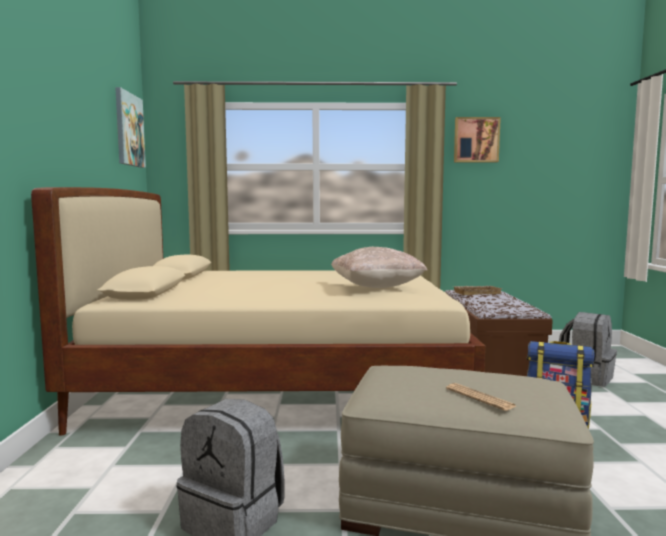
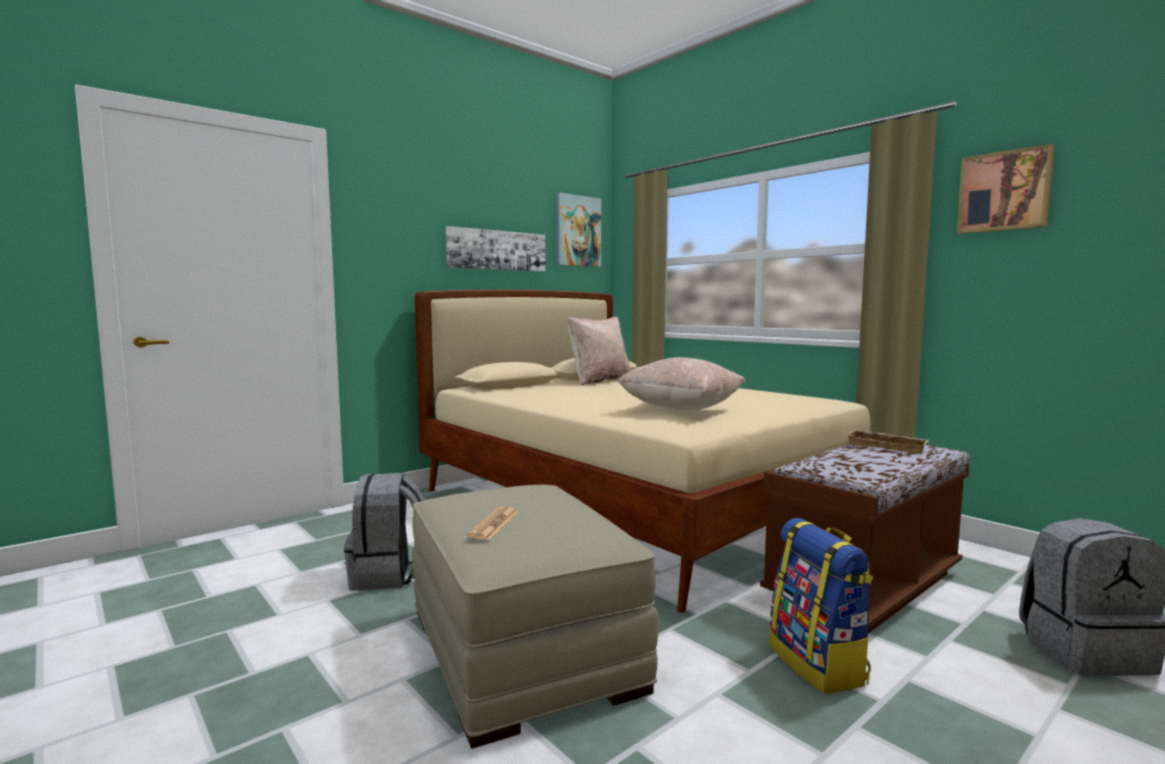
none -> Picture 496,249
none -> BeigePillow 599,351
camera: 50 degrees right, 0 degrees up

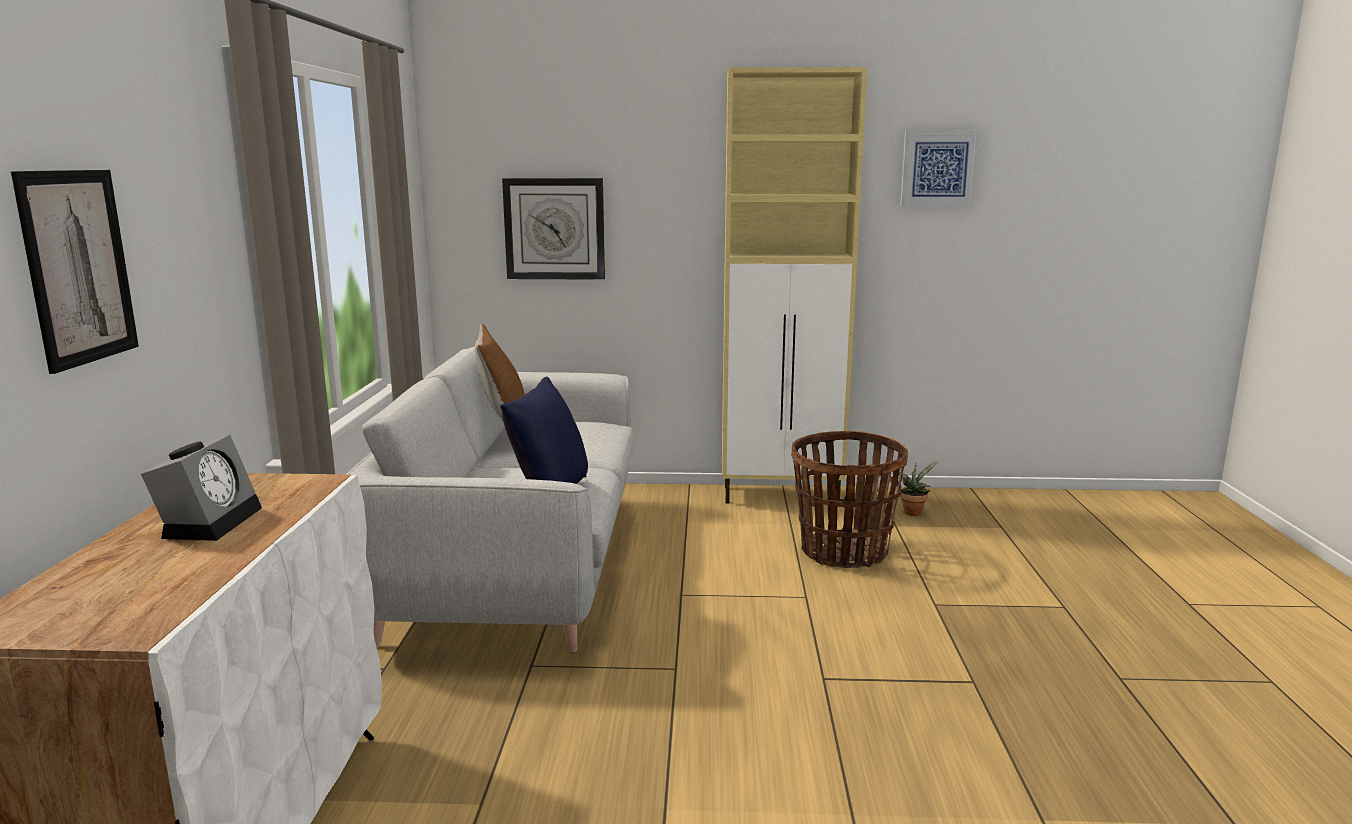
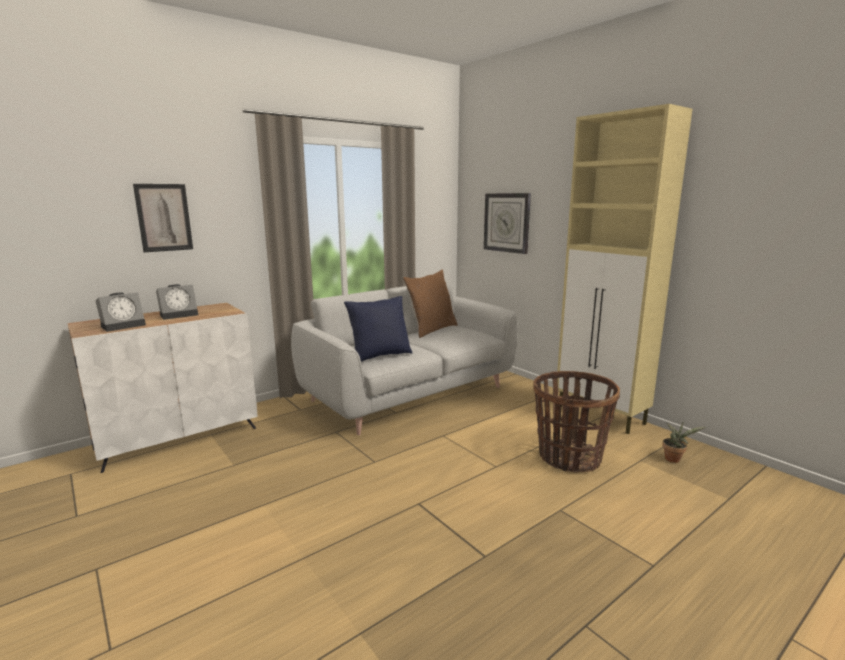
Picture 940,168 -> none
none -> AlarmClock 120,312
camera: 50 degrees right, 0 degrees up

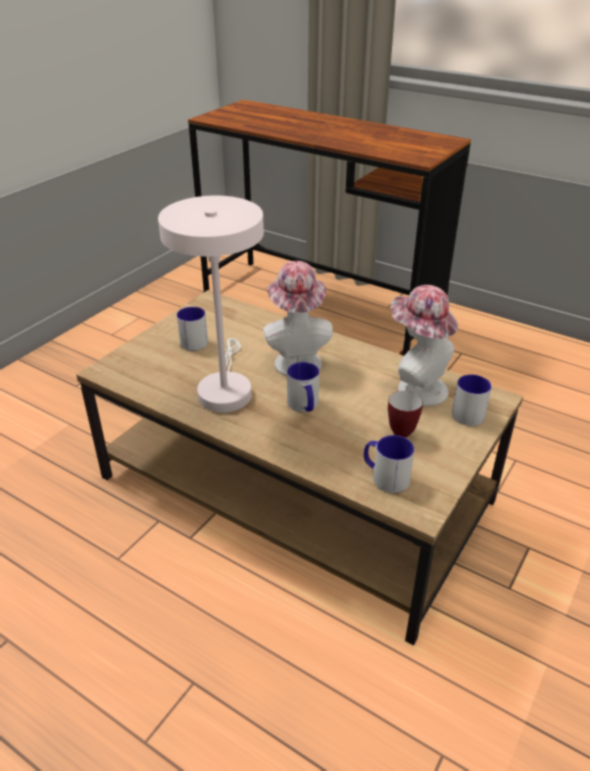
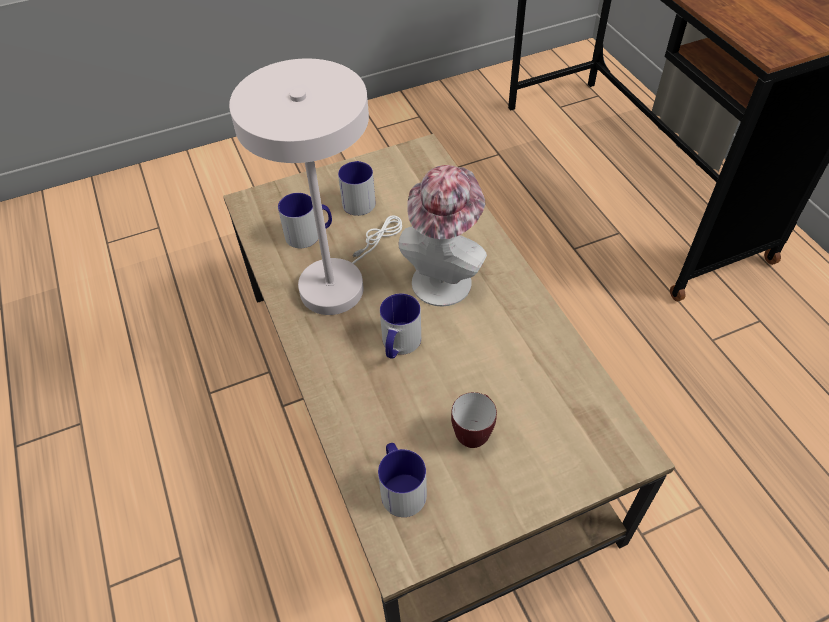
Hat 424,345 -> none
Mug 471,400 -> Mug 305,220, relocated
camera: 35 degrees right, 15 degrees up

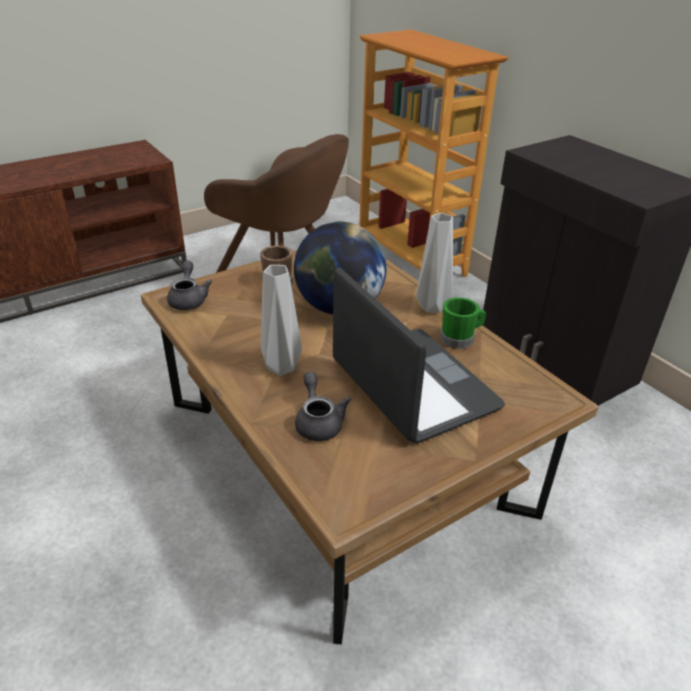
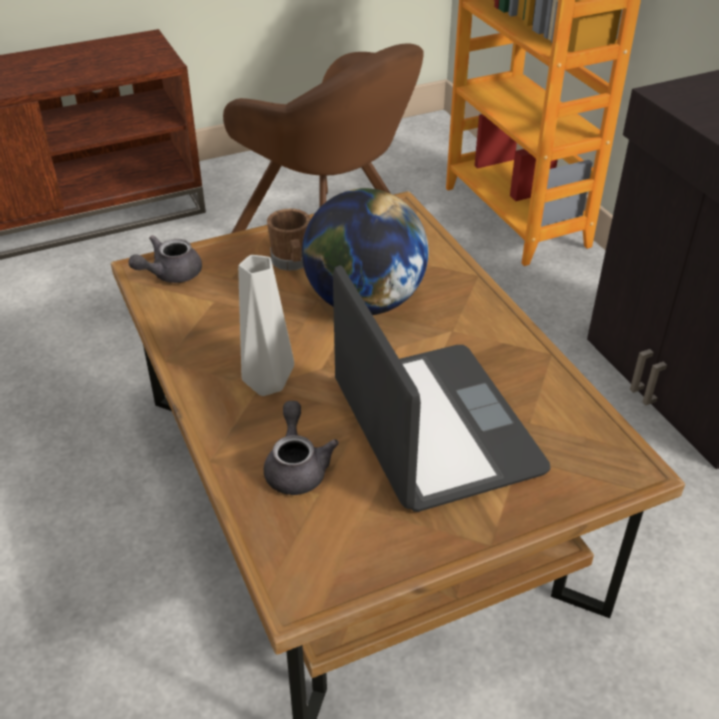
GreyVase 434,263 -> none
GreyTeapot 189,285 -> GreyTeapot 165,259, 135 degrees counterclockwise
GreenMug 463,323 -> none
camera: 10 degrees right, 5 degrees up

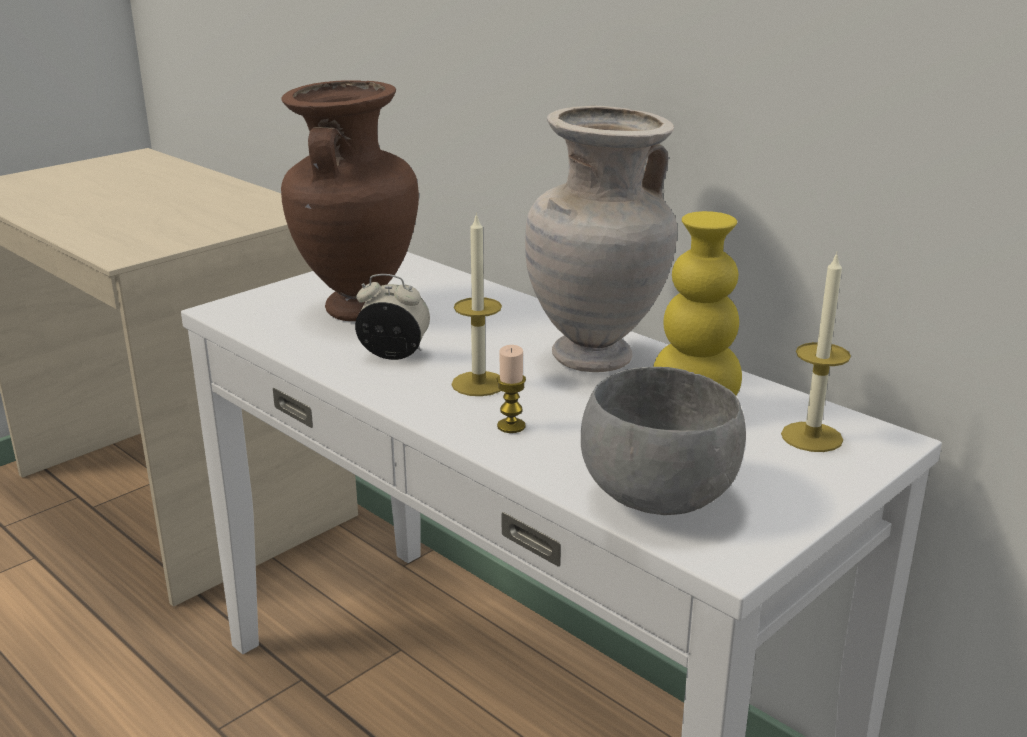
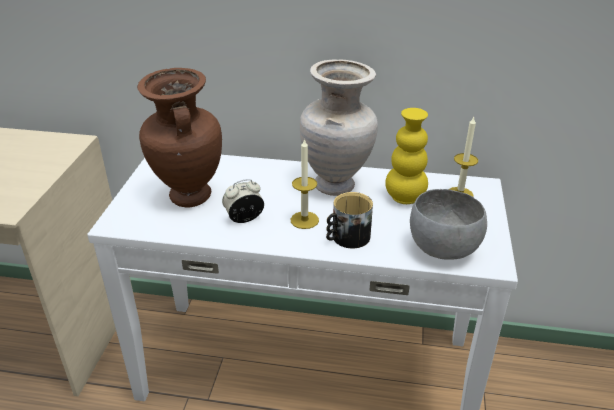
Candle 511,389 -> Mug 349,220
camera: 35 degrees left, 10 degrees up

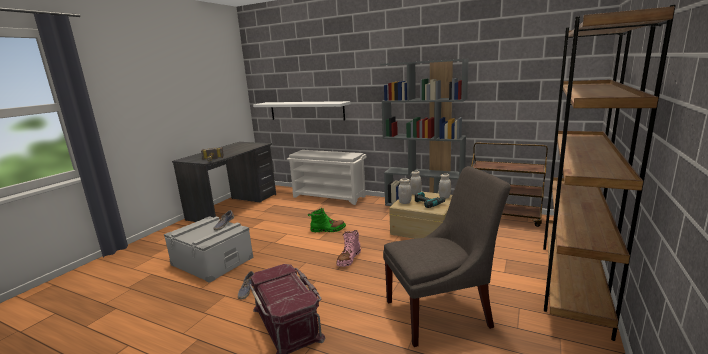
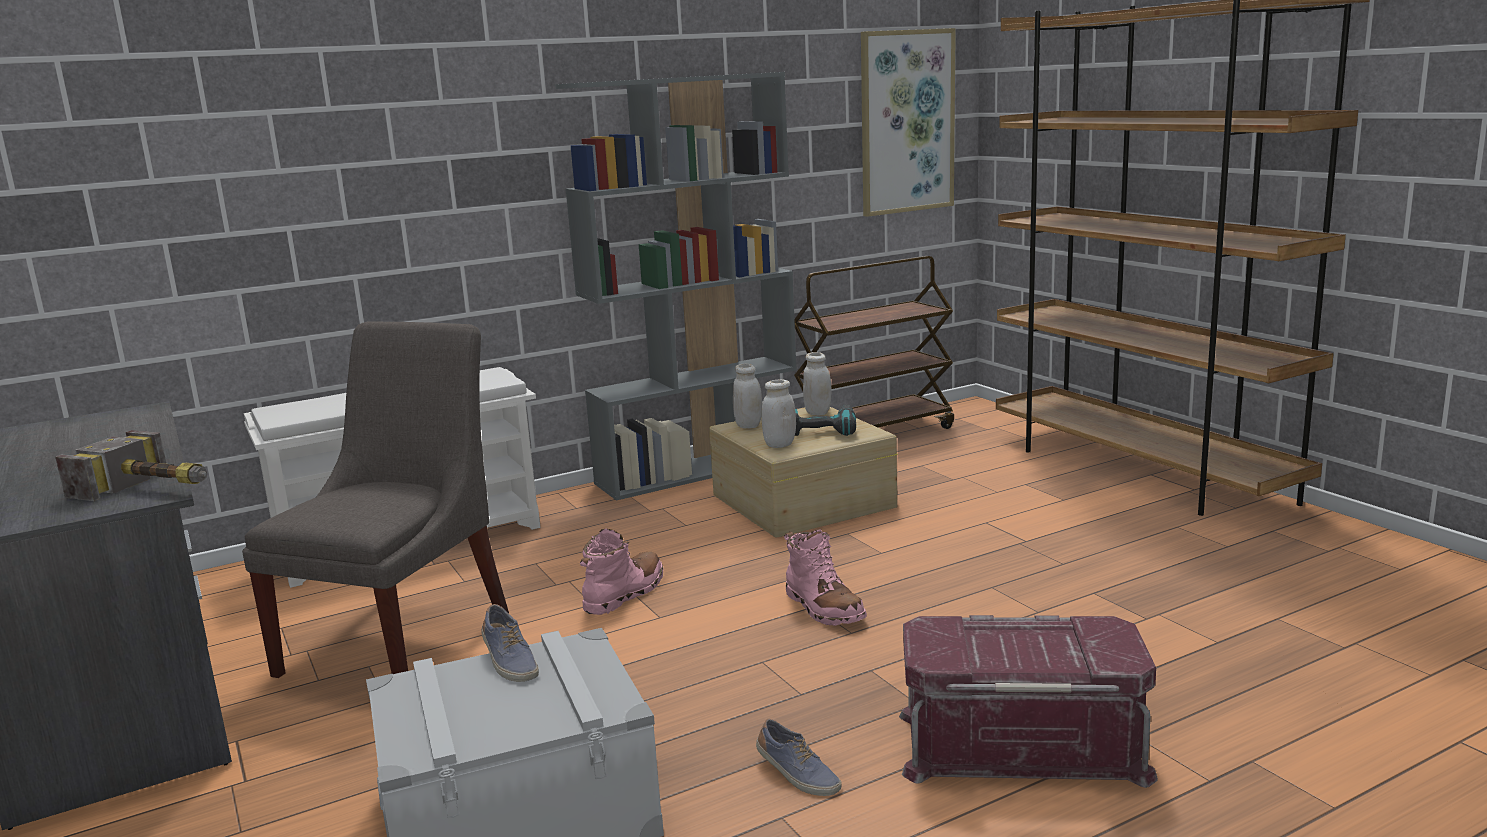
WhiteShelf 302,111 -> none
GreyChair 447,256 -> GreyChair 375,499, relocated
GreenBoot 327,219 -> PinkBoot 621,572
none -> Picture 908,122
camera: 55 degrees left, 0 degrees up

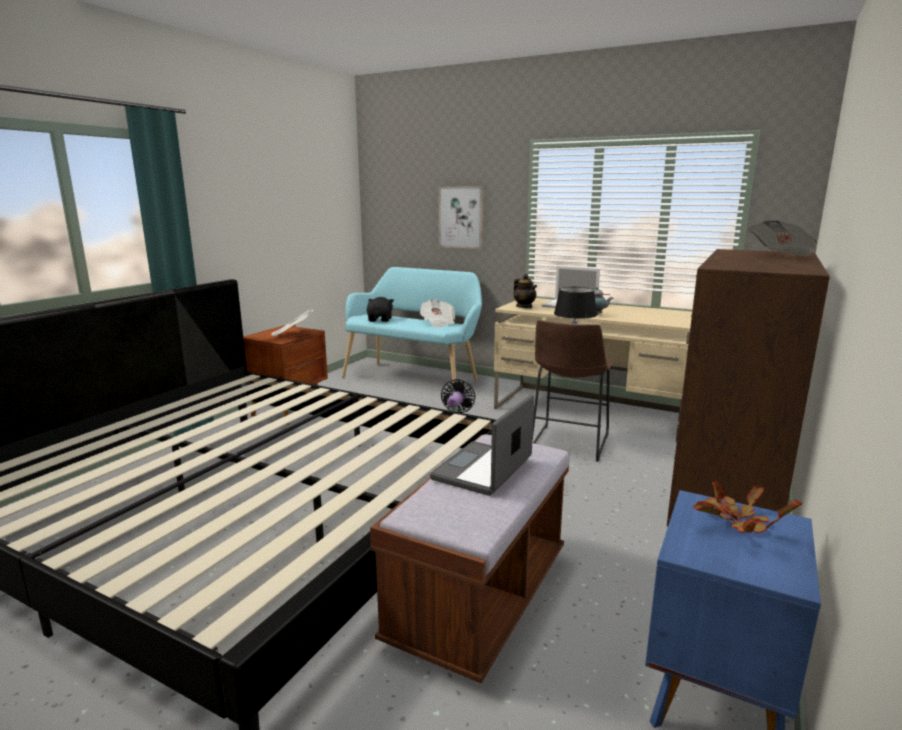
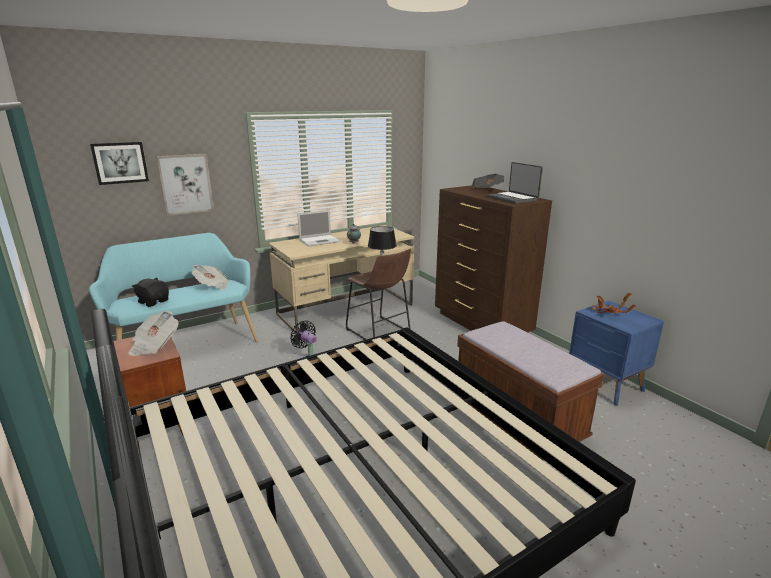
Teapot 525,291 -> none
Laptop 482,445 -> Laptop 515,183, relocated
none -> Picture 119,163
camera: 60 degrees left, 5 degrees up

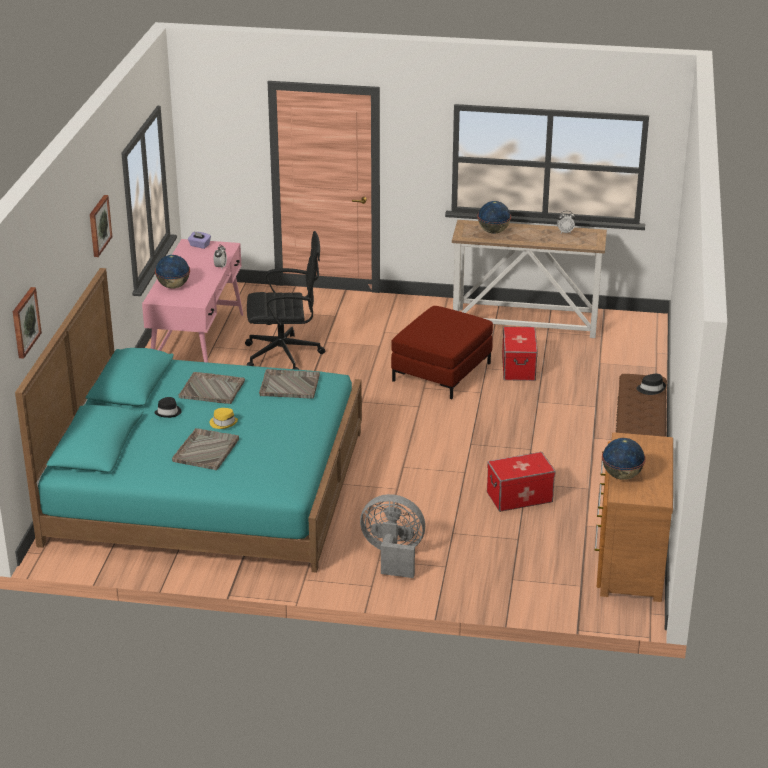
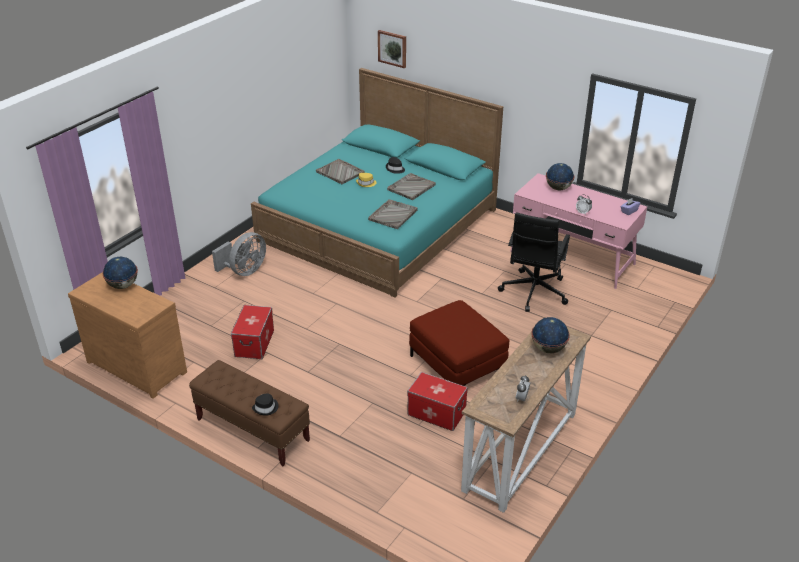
Picture 101,226 -> none
camera: 115 degrees right, 5 degrees up

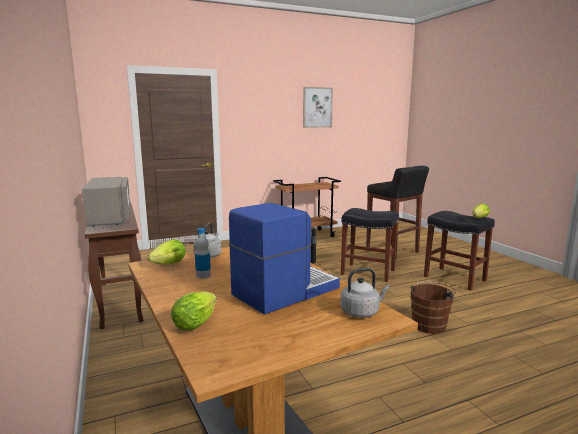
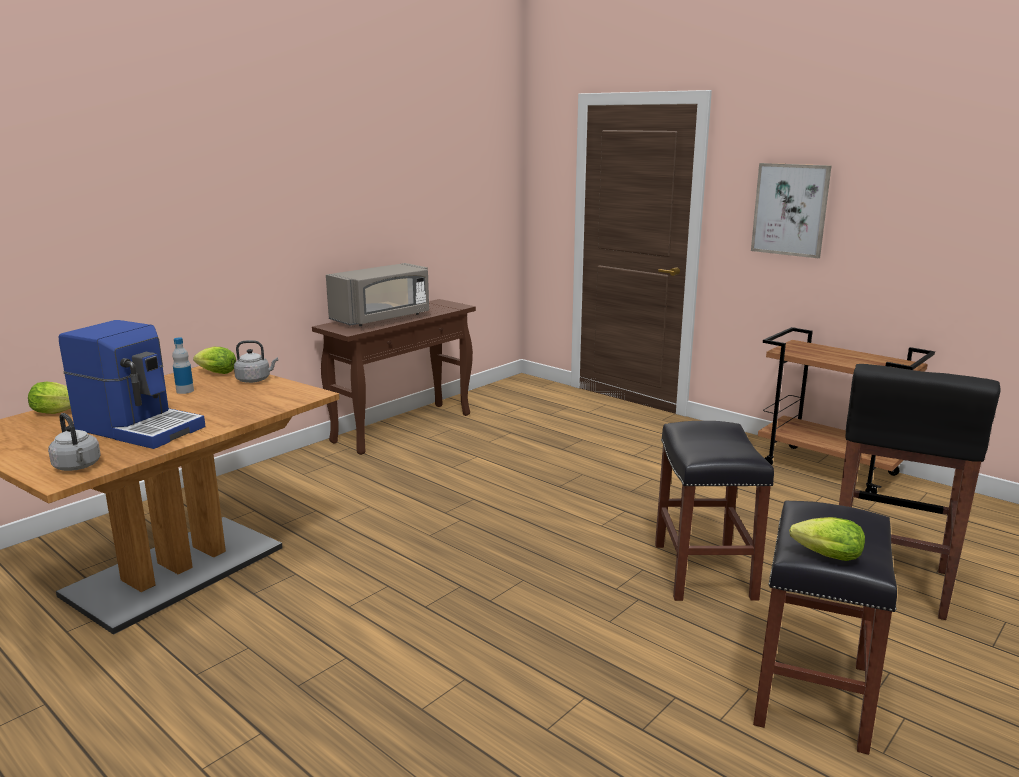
Picture 318,107 -> Picture 791,210, relocated
BrownBucket 433,308 -> none
camera: 65 degrees right, 5 degrees up

